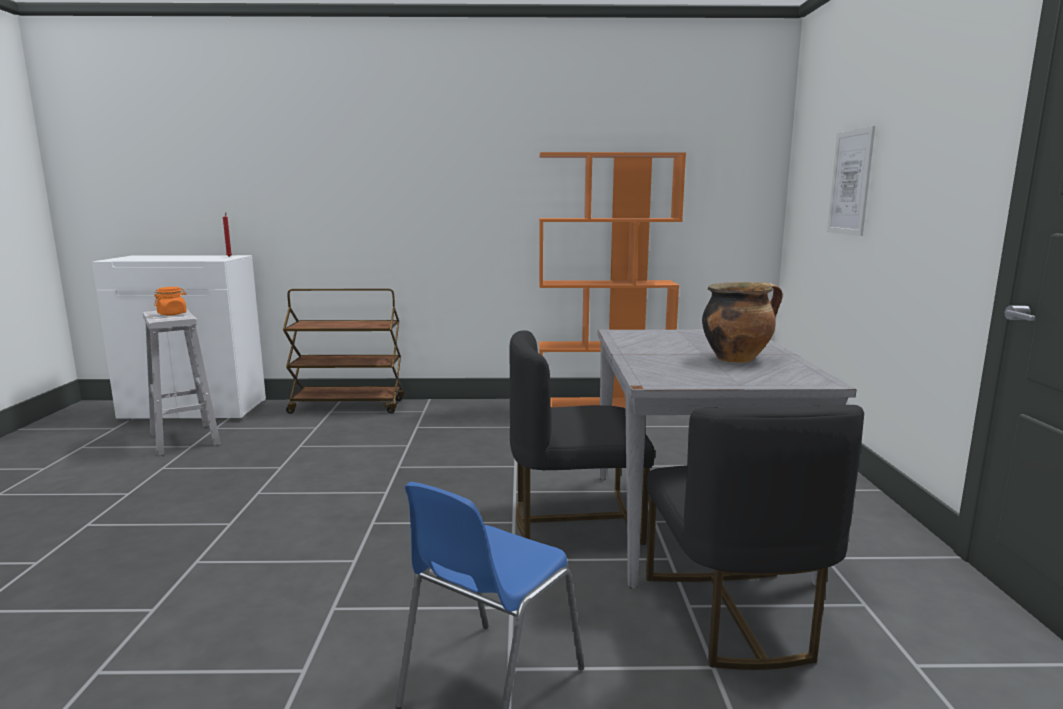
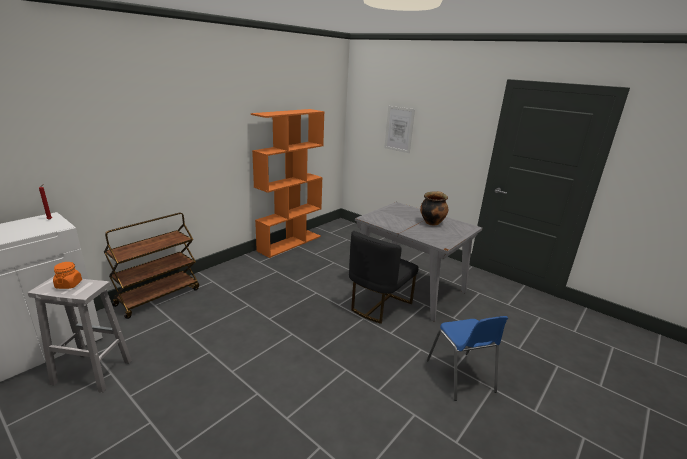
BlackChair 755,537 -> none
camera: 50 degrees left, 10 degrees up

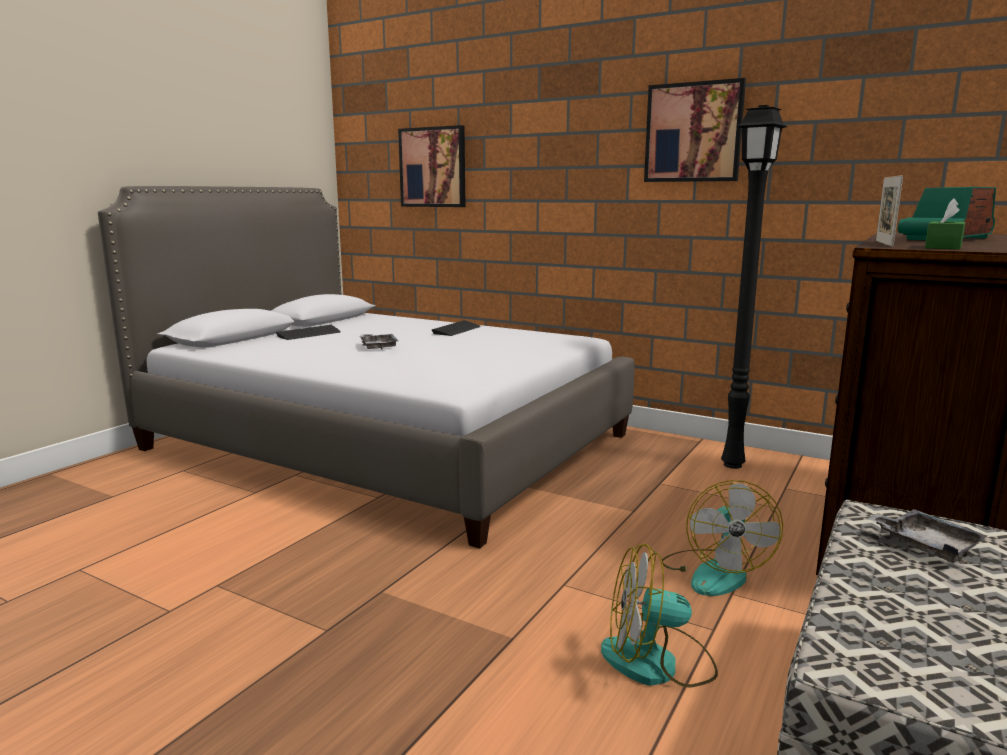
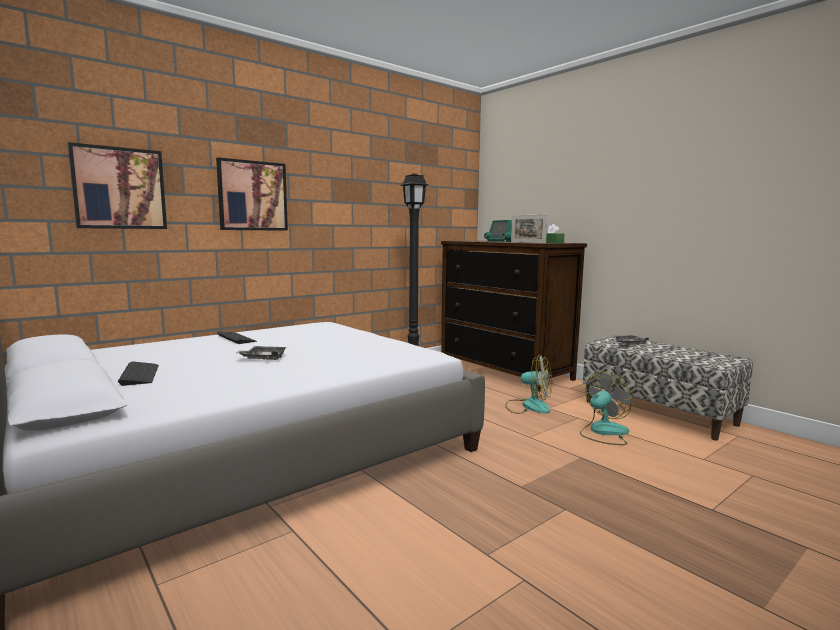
Picture 695,130 -> Picture 252,194, relocated
Fan 659,615 -> Fan 606,408, 150 degrees counterclockwise
camera: 70 degrees left, 5 degrees down

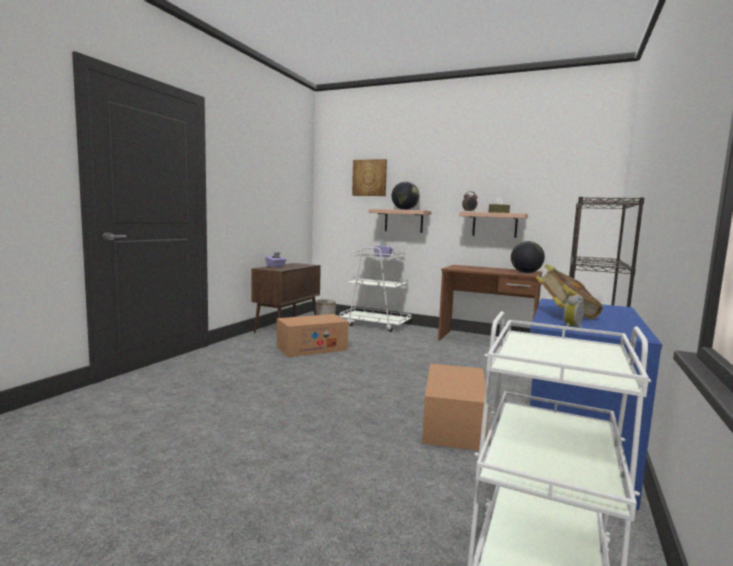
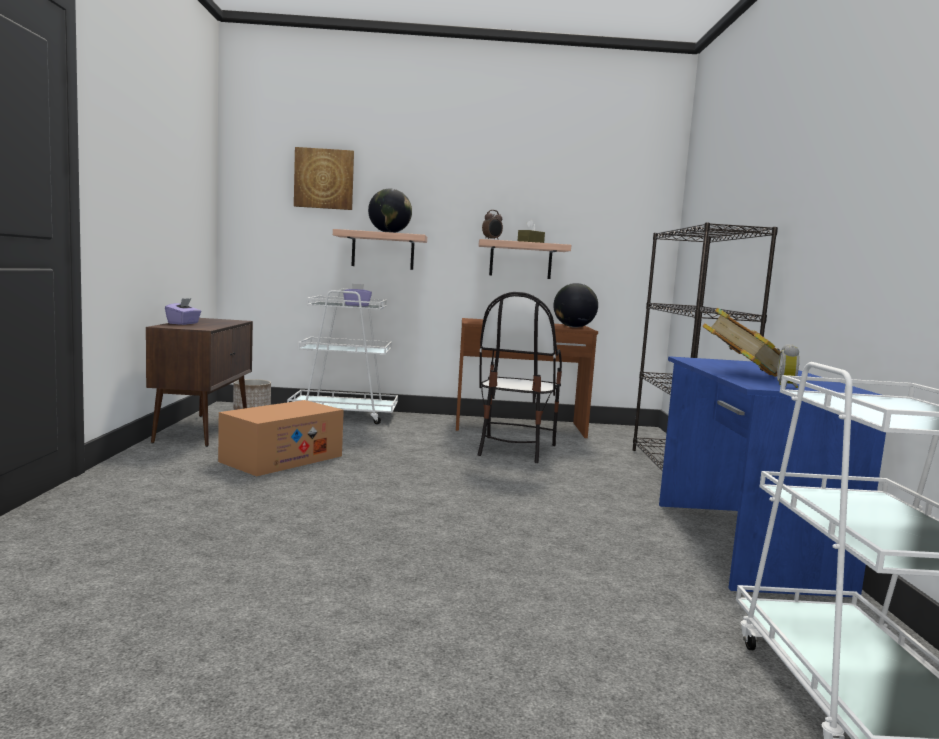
CardboardBox 455,407 -> none
none -> Chair 520,377
camera: 25 degrees left, 0 degrees up

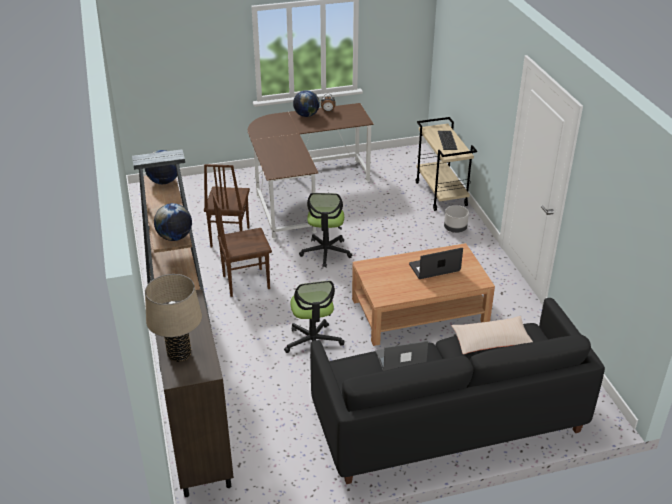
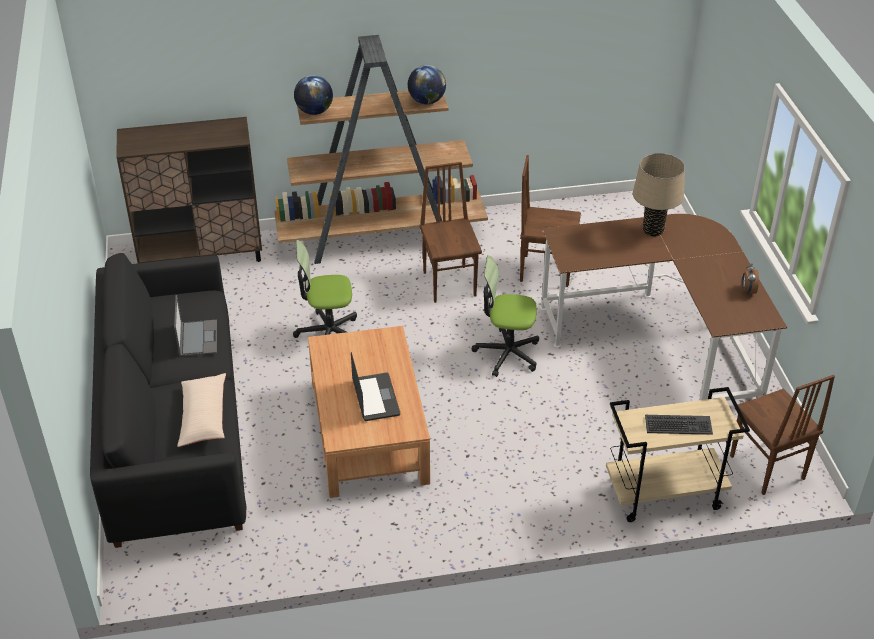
Globe 306,103 -> none
GreyPlanter 456,219 -> none
BeigeTableLamp 173,318 -> BeigeTableLamp 659,195, relocated
none -> BrownChair 782,435
camera: 95 degrees right, 5 degrees up

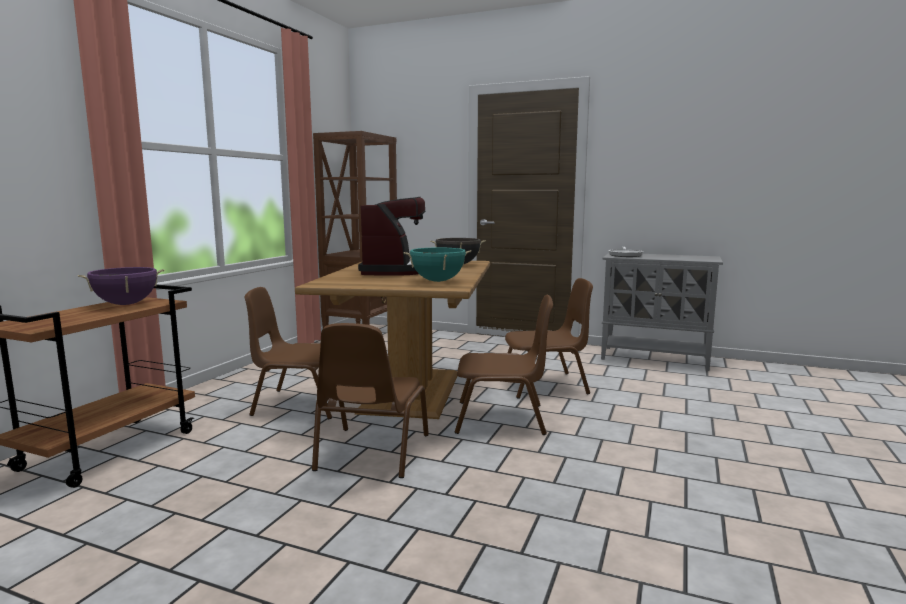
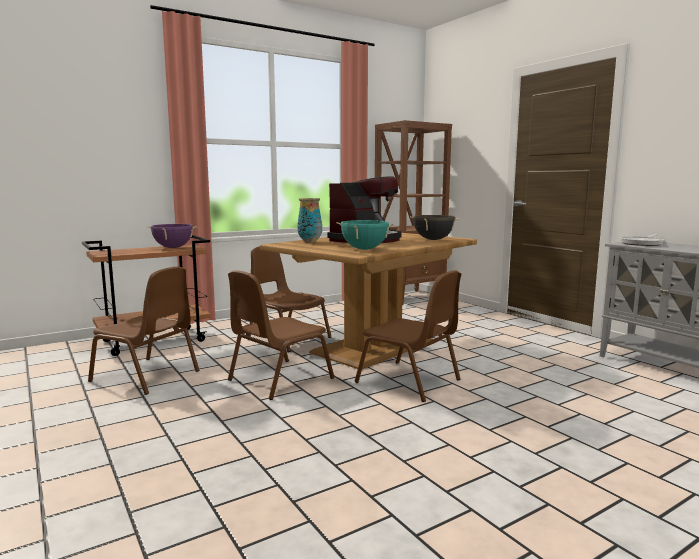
BrownChair 549,338 -> BrownChair 143,331, relocated
none -> Vase 309,220
camera: 35 degrees right, 0 degrees up

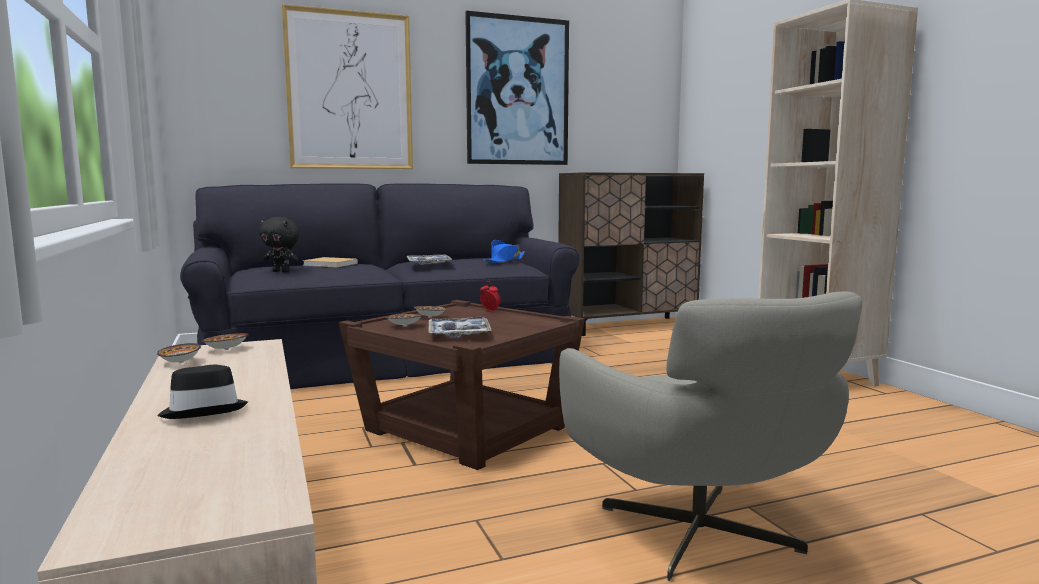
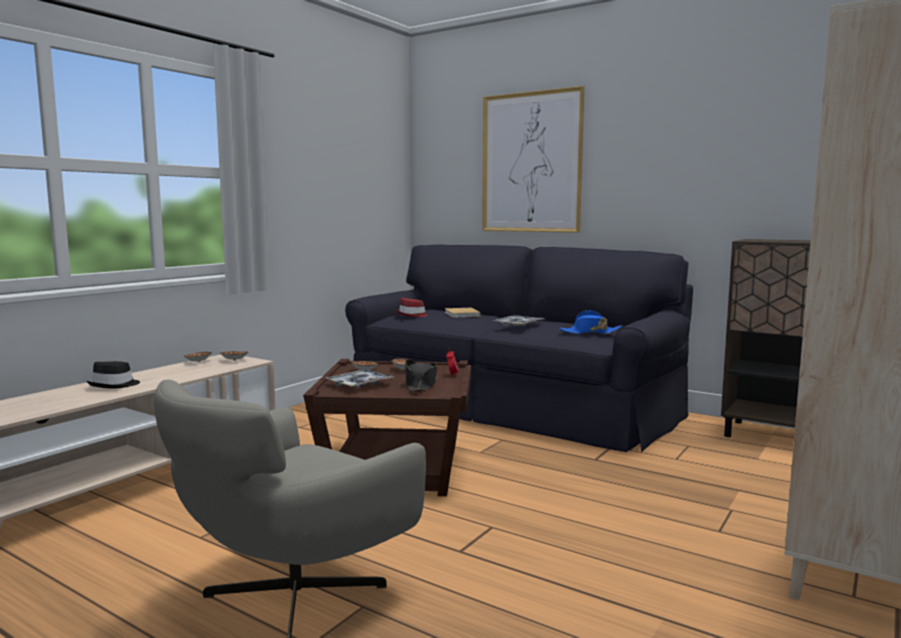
Picture 517,88 -> none
BlackPlushToy 279,244 -> RedHat 412,307
none -> BlackHat 421,375
camera: 55 degrees right, 0 degrees up

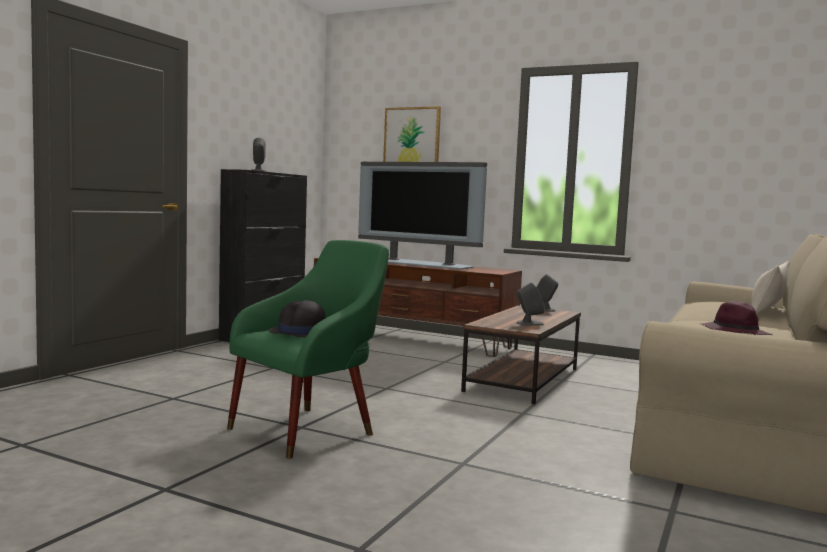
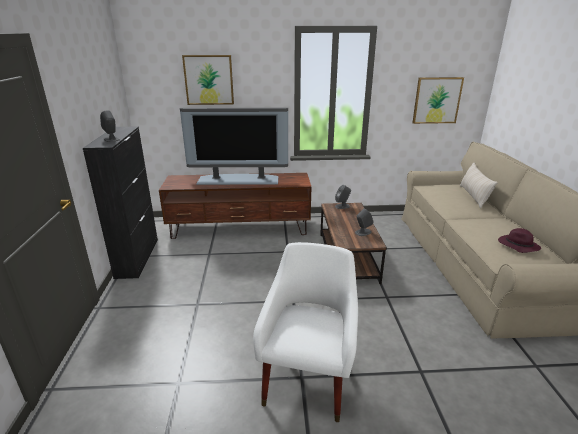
GreenArmchair 308,349 -> WhiteArmchair 305,332
BlackHat 297,318 -> none
none -> Picture 438,100
camera: 30 degrees left, 20 degrees up

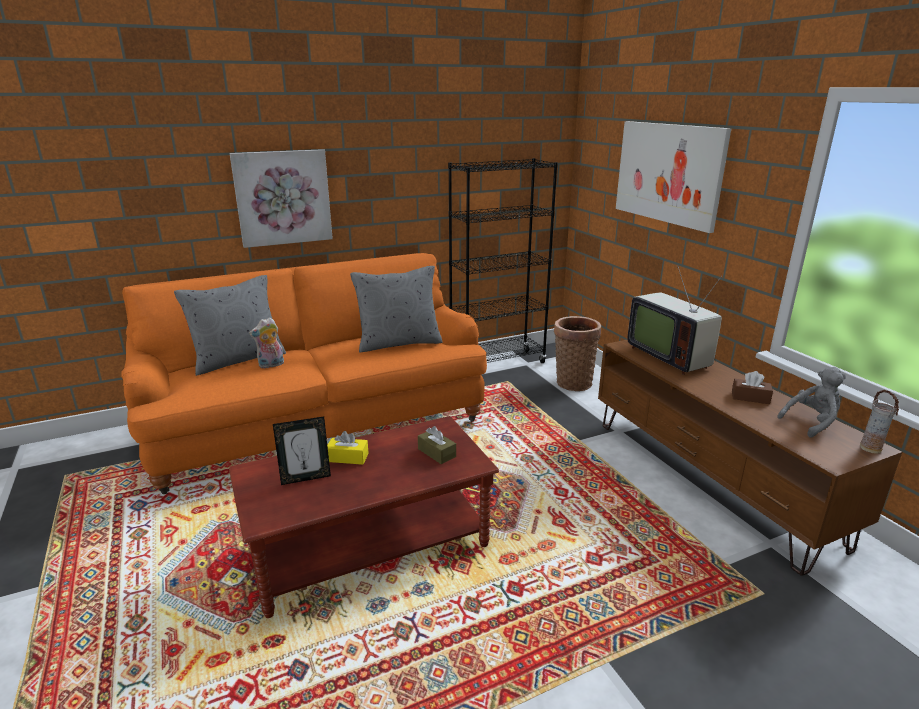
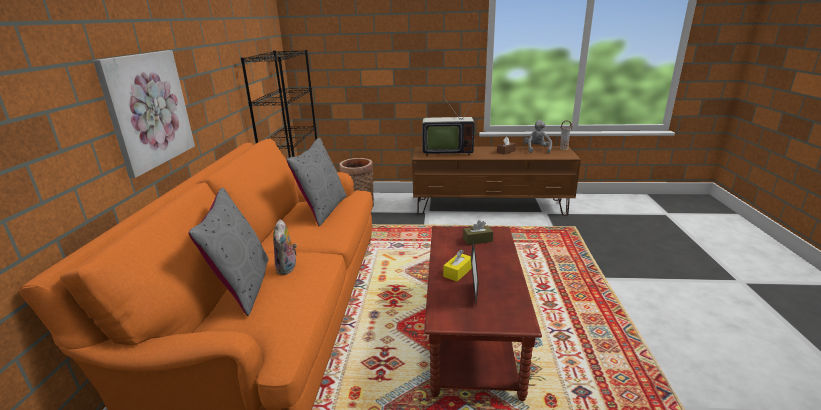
Picture 673,177 -> none
camera: 60 degrees left, 0 degrees up

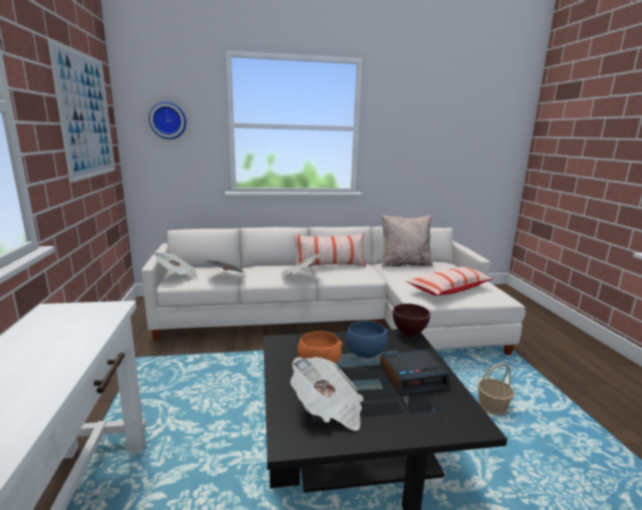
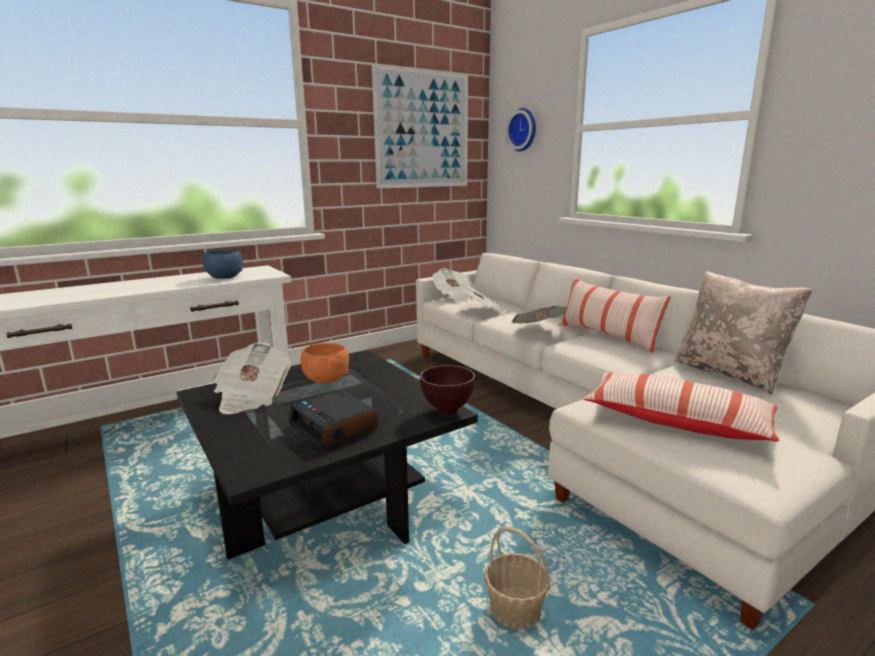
BlueBowl 367,339 -> BlueBowl 222,264, relocated
camera: 65 degrees right, 0 degrees up

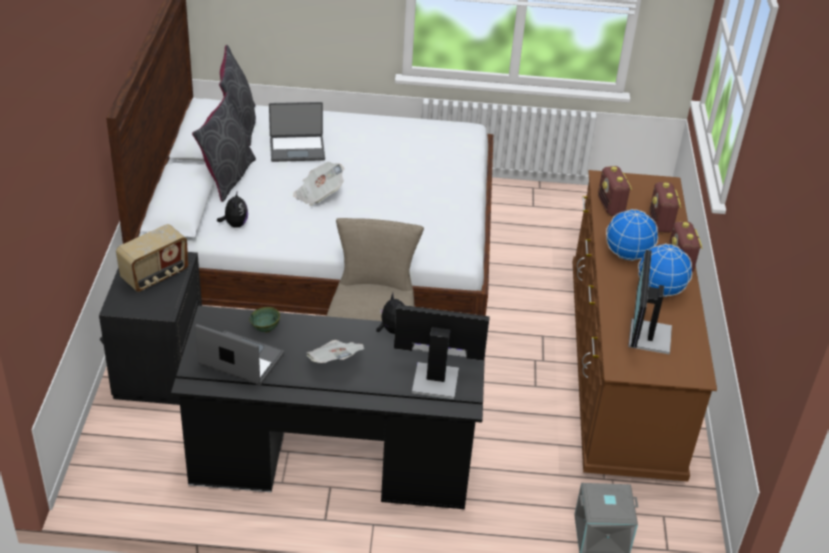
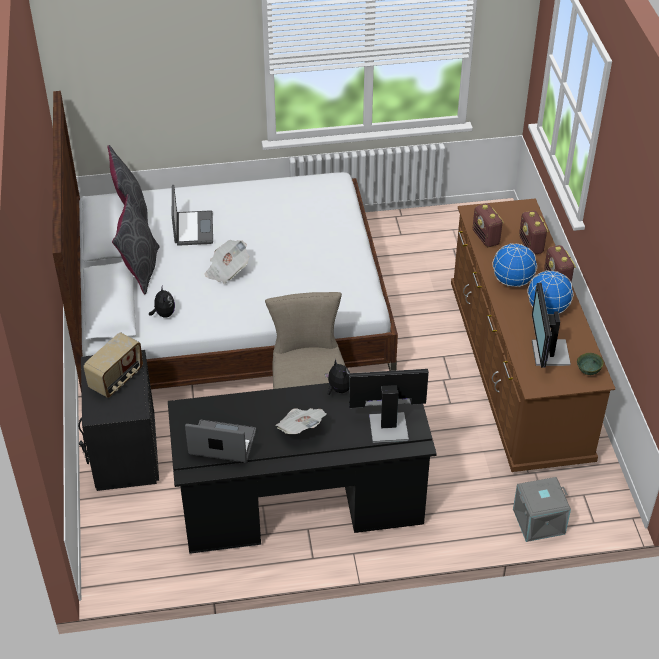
Laptop 297,132 -> Laptop 192,215, 75 degrees counterclockwise
GreenBowl 264,319 -> GreenBowl 590,364, relocated
camera: 10 degrees left, 5 degrees up

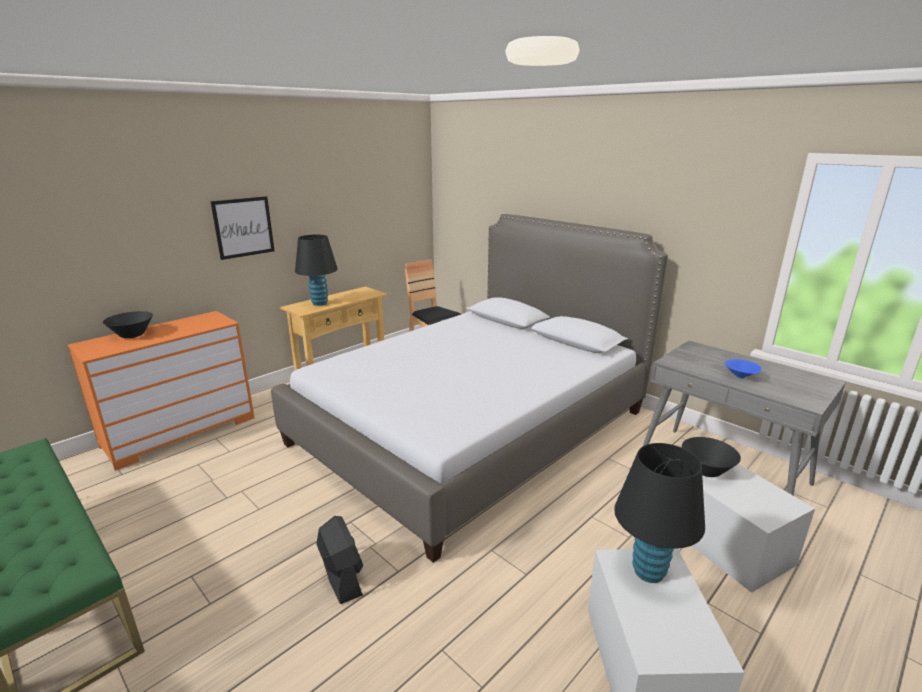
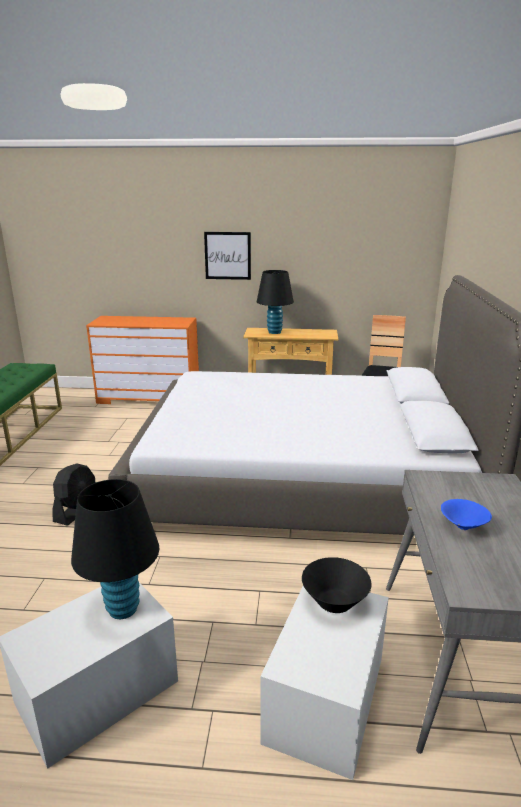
BlackBowl 128,324 -> none
camera: 50 degrees right, 0 degrees up

